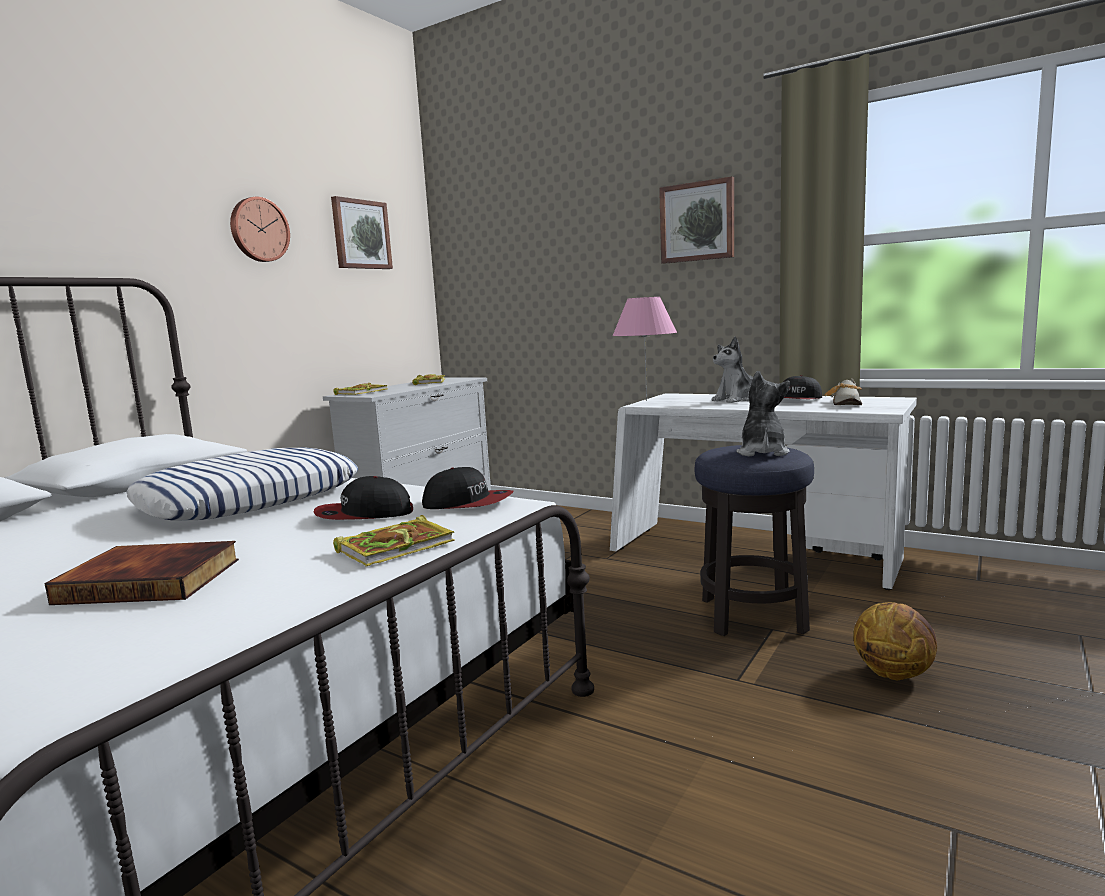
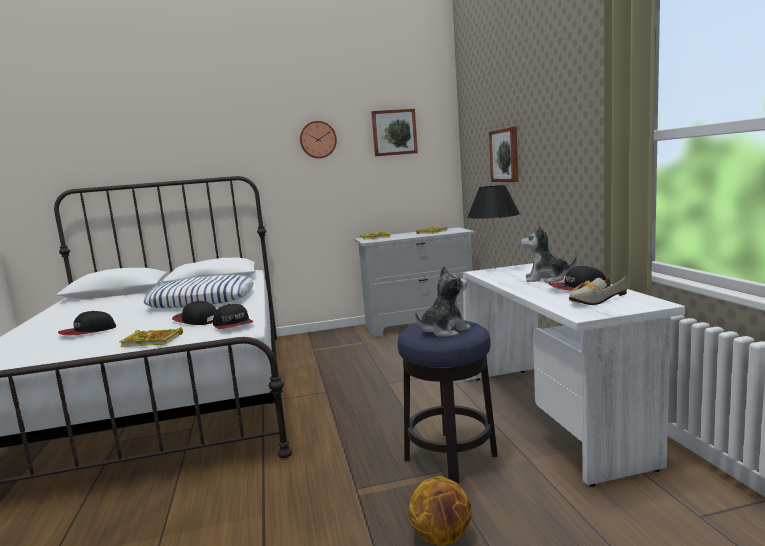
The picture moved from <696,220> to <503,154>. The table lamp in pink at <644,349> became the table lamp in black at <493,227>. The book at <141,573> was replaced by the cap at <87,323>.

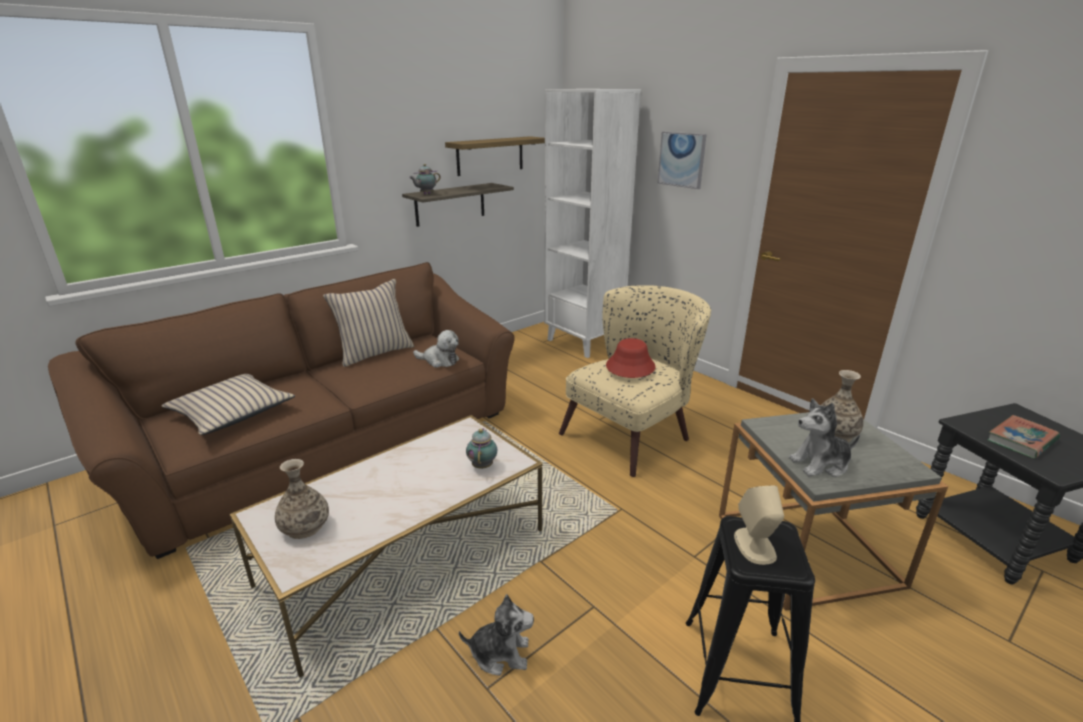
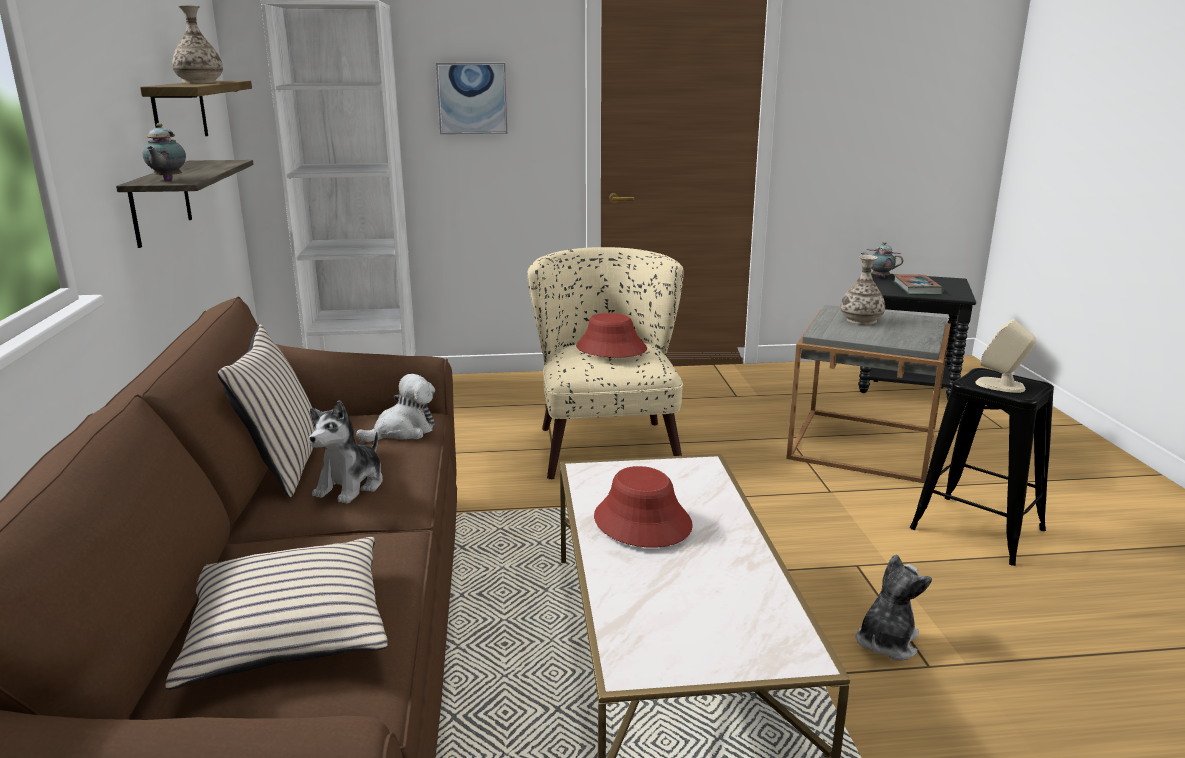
The plush toy moved from <824,438> to <346,452>. The teapot moved from <481,448> to <882,260>. The vase moved from <302,499> to <197,44>. The hat in red at <643,507> appeared.

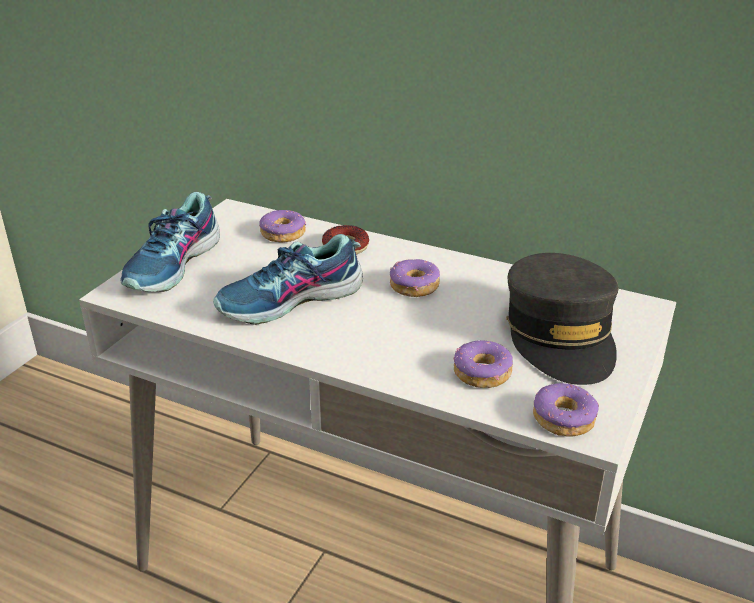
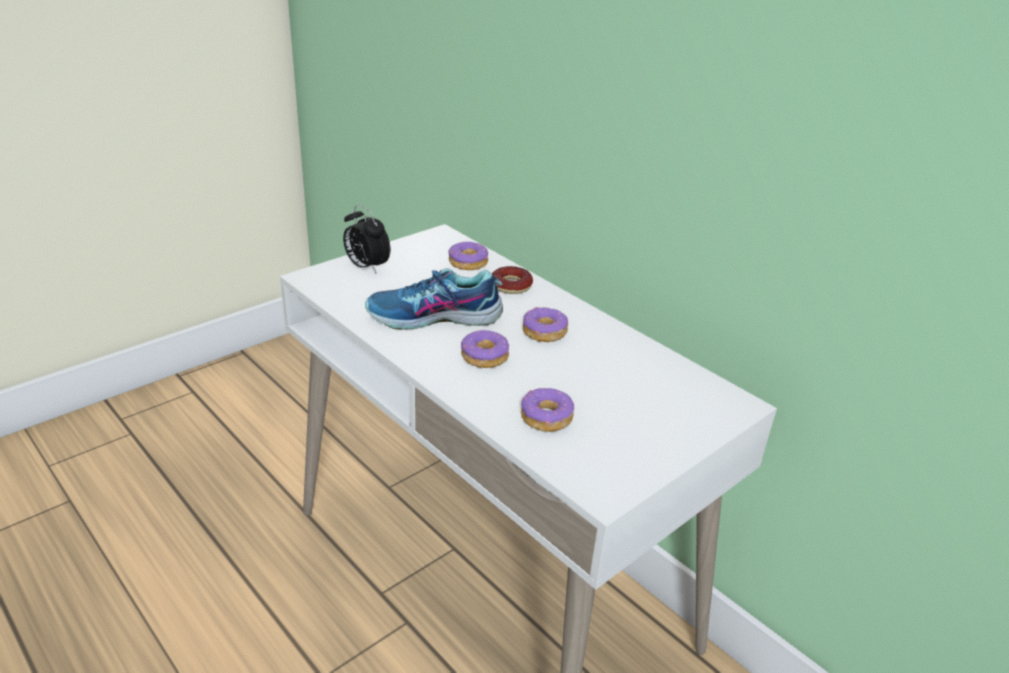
The shoe at <170,242> was replaced by the alarm clock at <367,239>. The cap in grey at <562,319> disappeared. The donut moved from <566,410> to <485,349>.

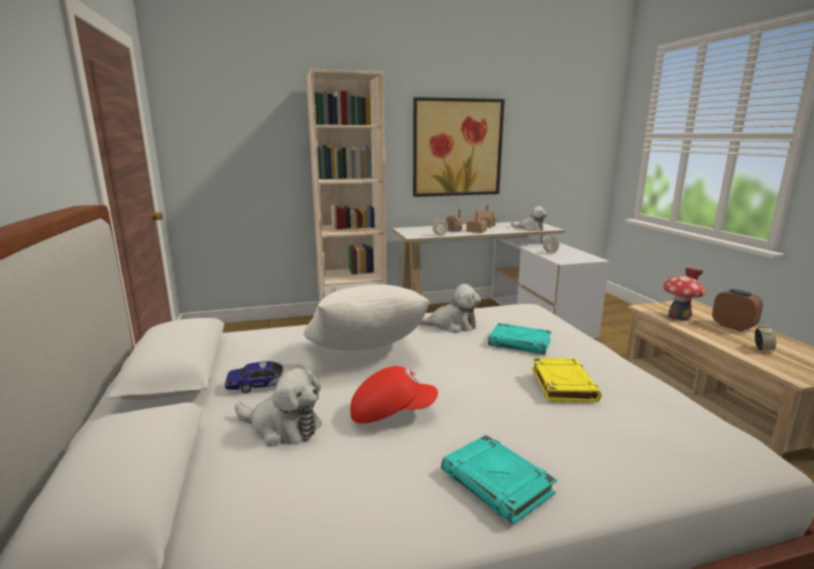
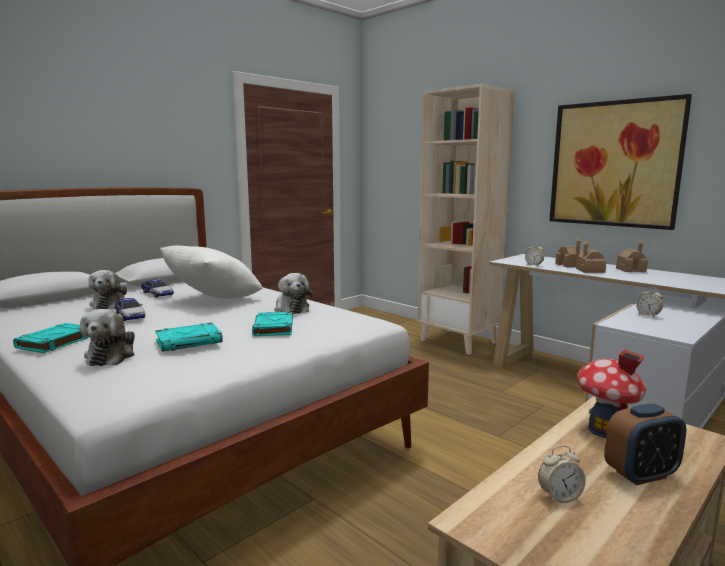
The plush toy moved from <529,218> to <107,337>. The alarm clock at <737,310> turned 45 degrees clockwise. The book in yellow at <566,380> became the book in turquoise at <189,337>. The cap in red at <394,394> was replaced by the toy car at <130,309>.

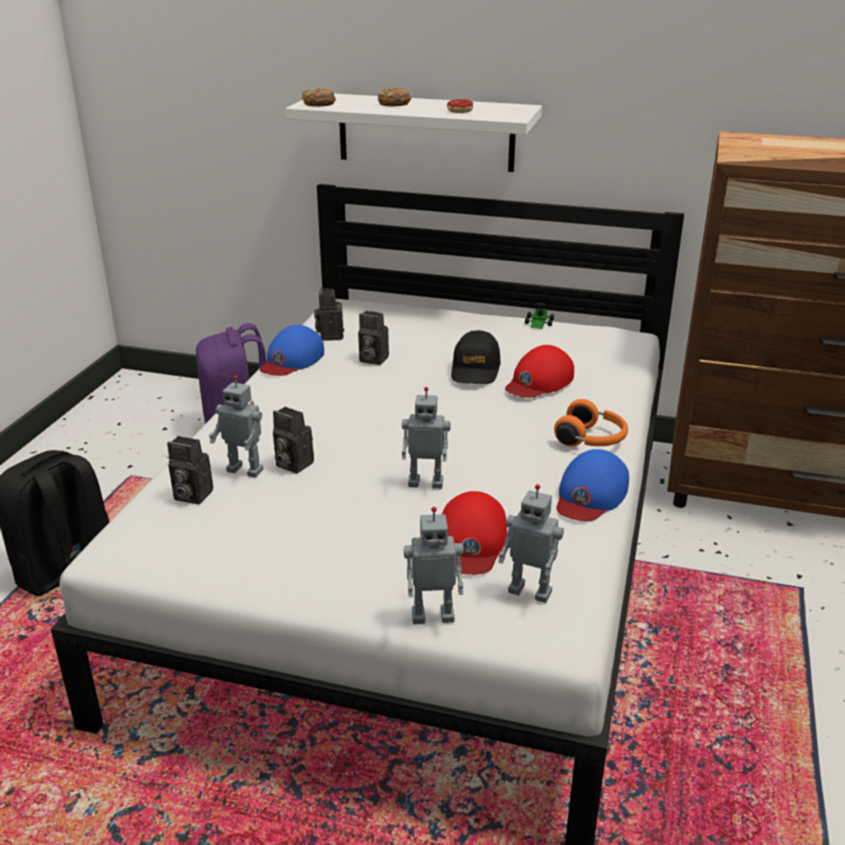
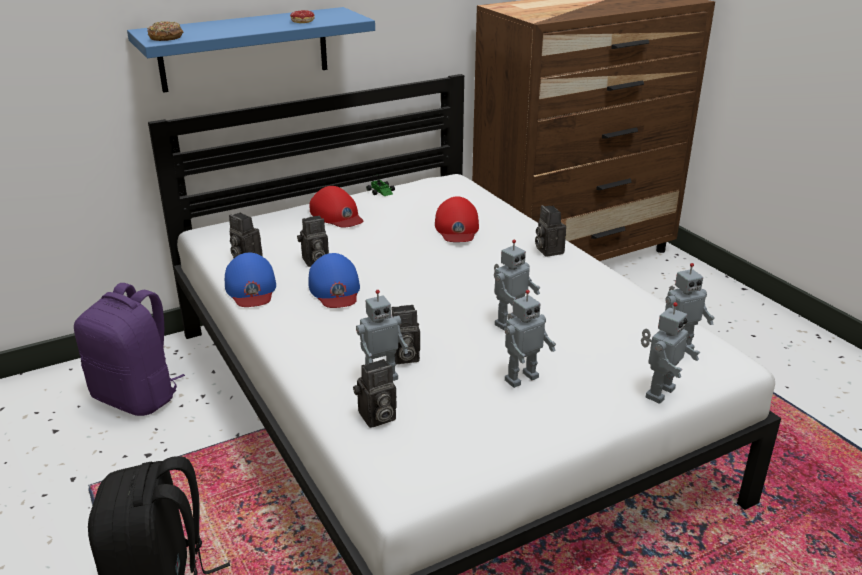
The donut at <394,96> disappeared. The shelf in white at <414,133> became the shelf in blue at <251,50>. The cap in black at <476,357> disappeared. The headphones in orange at <591,423> was replaced by the photo camera at <550,231>. The cap in blue moved from <592,485> to <334,280>. The cap in red moved from <474,533> to <336,207>. The toy robot at <530,339> appeared.

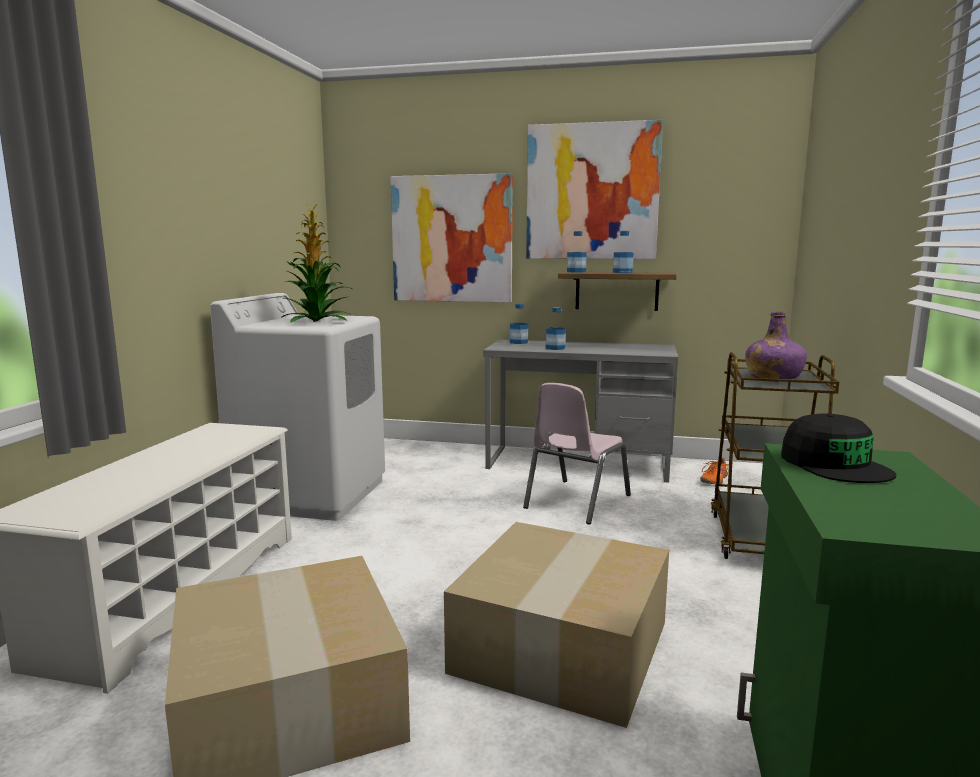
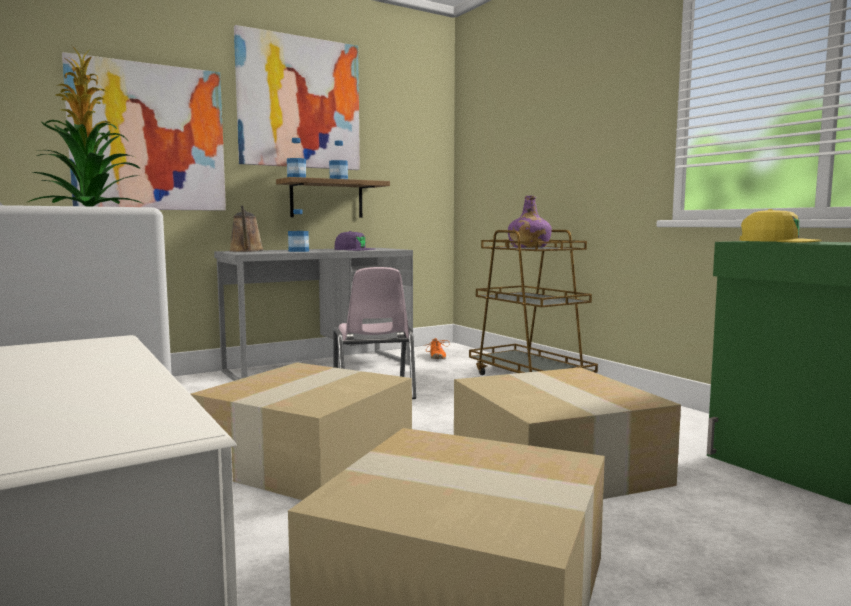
The bottle at <519,323> was replaced by the watering can in brown at <246,229>. The cap in black at <838,448> became the cap in yellow at <781,226>. The cap in purple at <354,241> appeared. The cardboard box at <301,431> appeared.

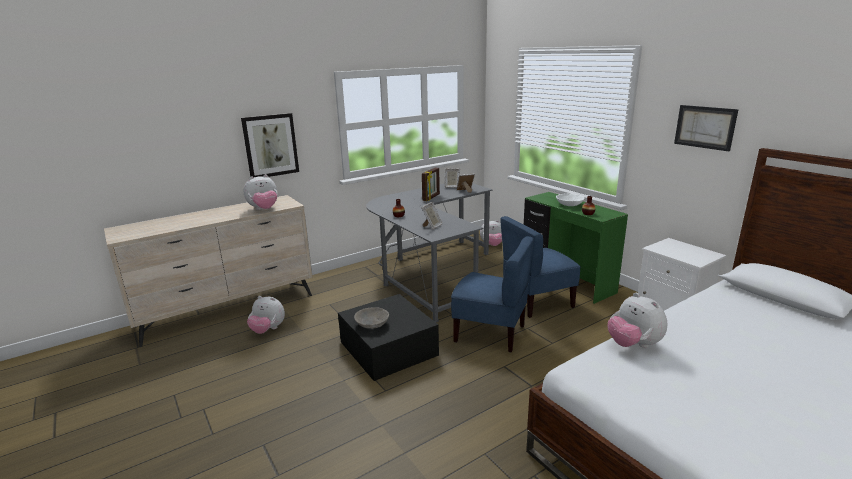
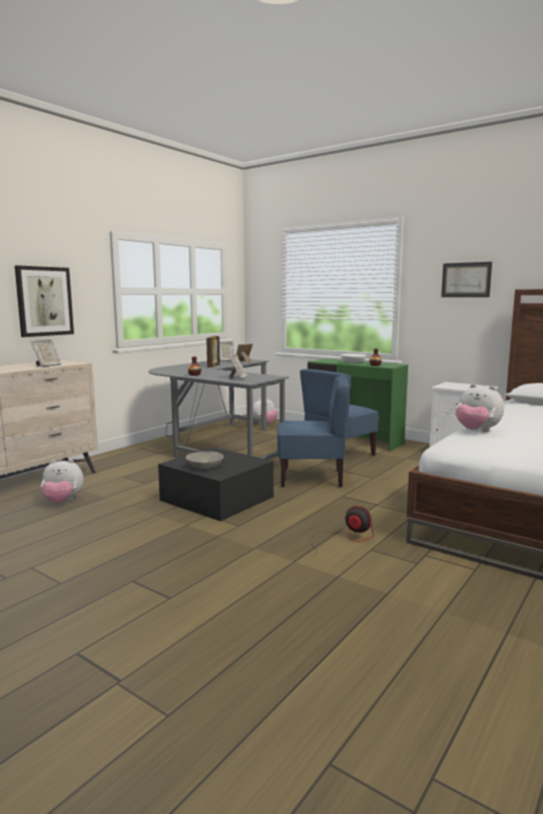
The plush toy at <260,192> was replaced by the picture frame at <46,353>. The fan at <342,531> appeared.

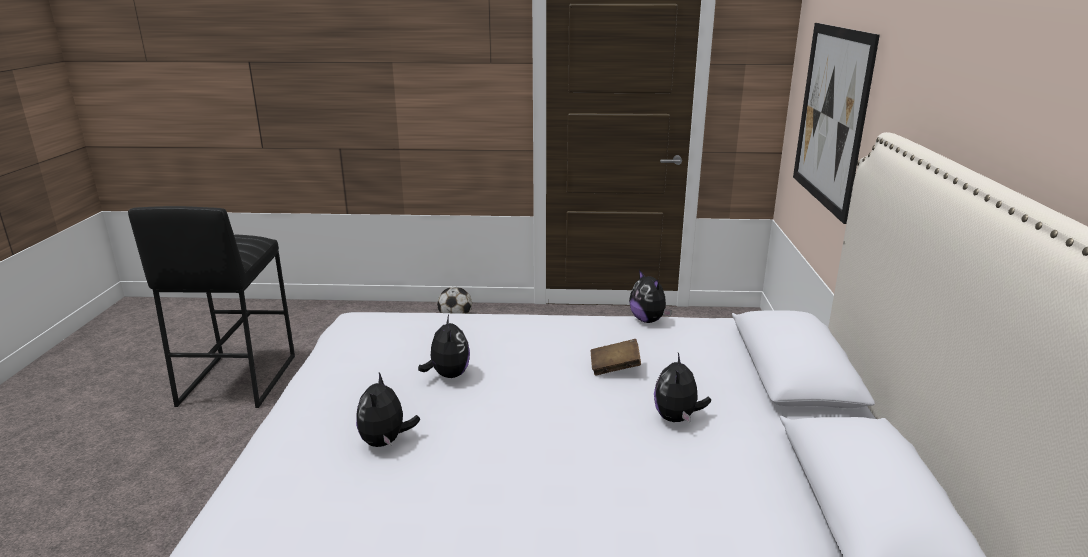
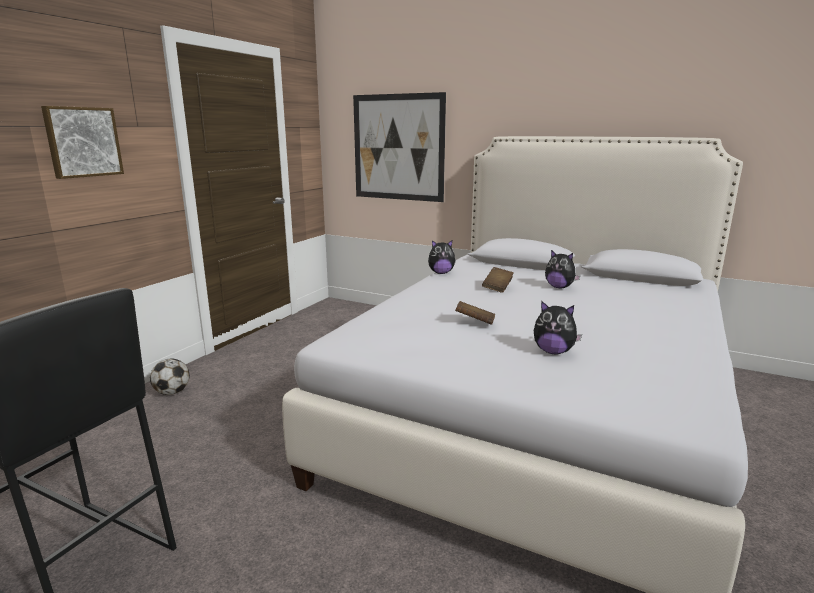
The plush toy at <444,346> was replaced by the book in brown at <475,313>. The picture at <82,142> appeared.

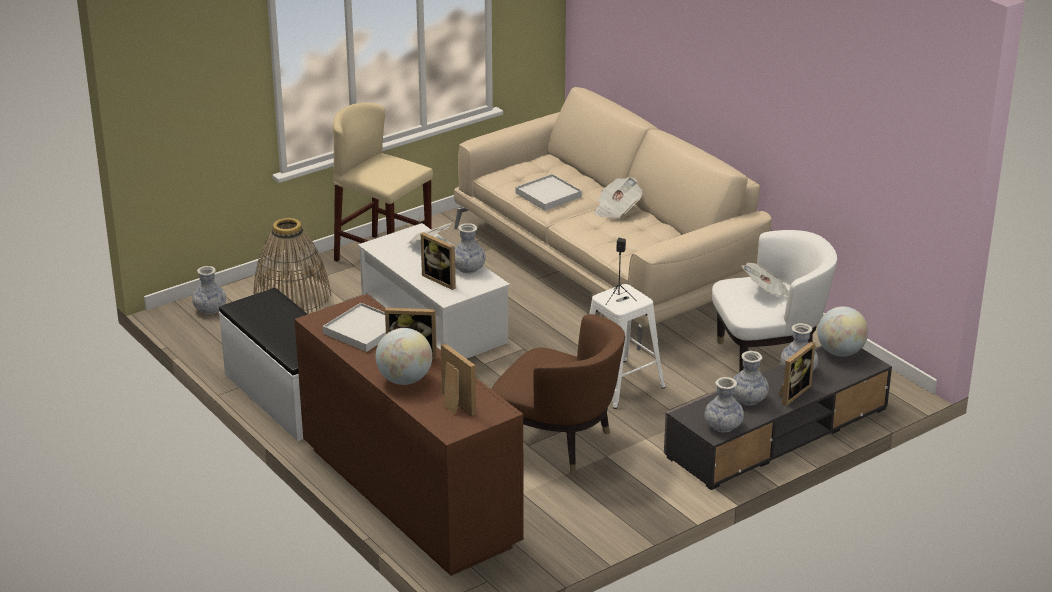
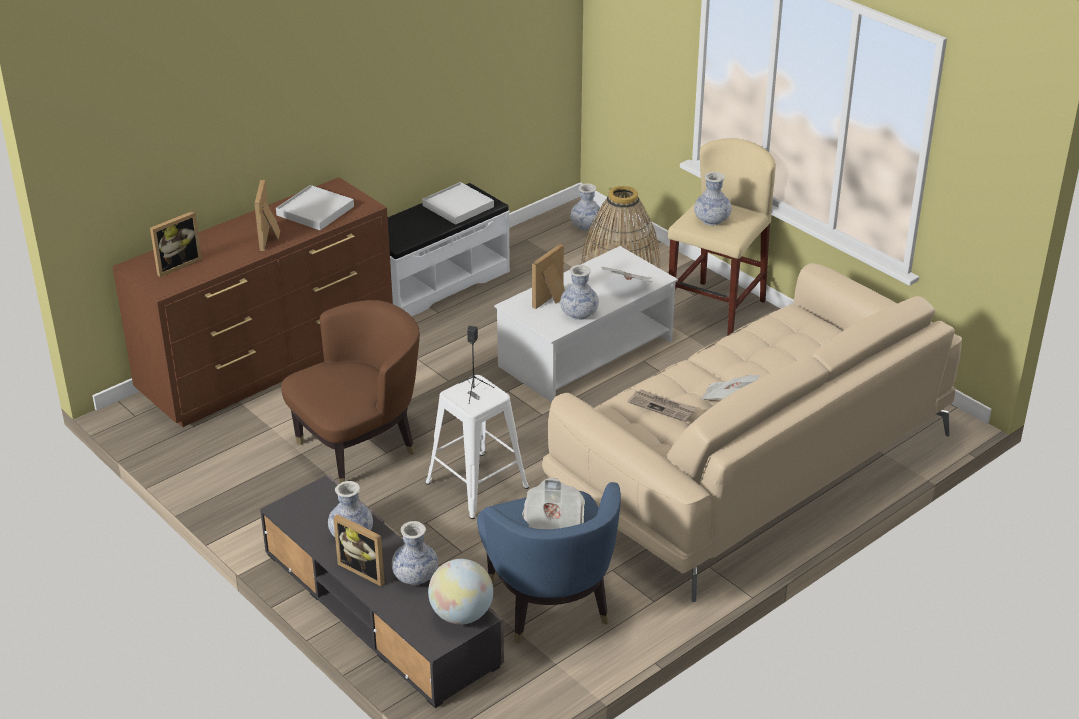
The tray in white moved from <549,192> to <458,203>. The armchair in white at <774,301> became the armchair in blue at <549,563>. The armchair in brown at <558,393> turned 150 degrees counterclockwise. The globe at <404,356> disappeared. The vase moved from <724,405> to <712,199>. The newspaper at <662,405> appeared.

